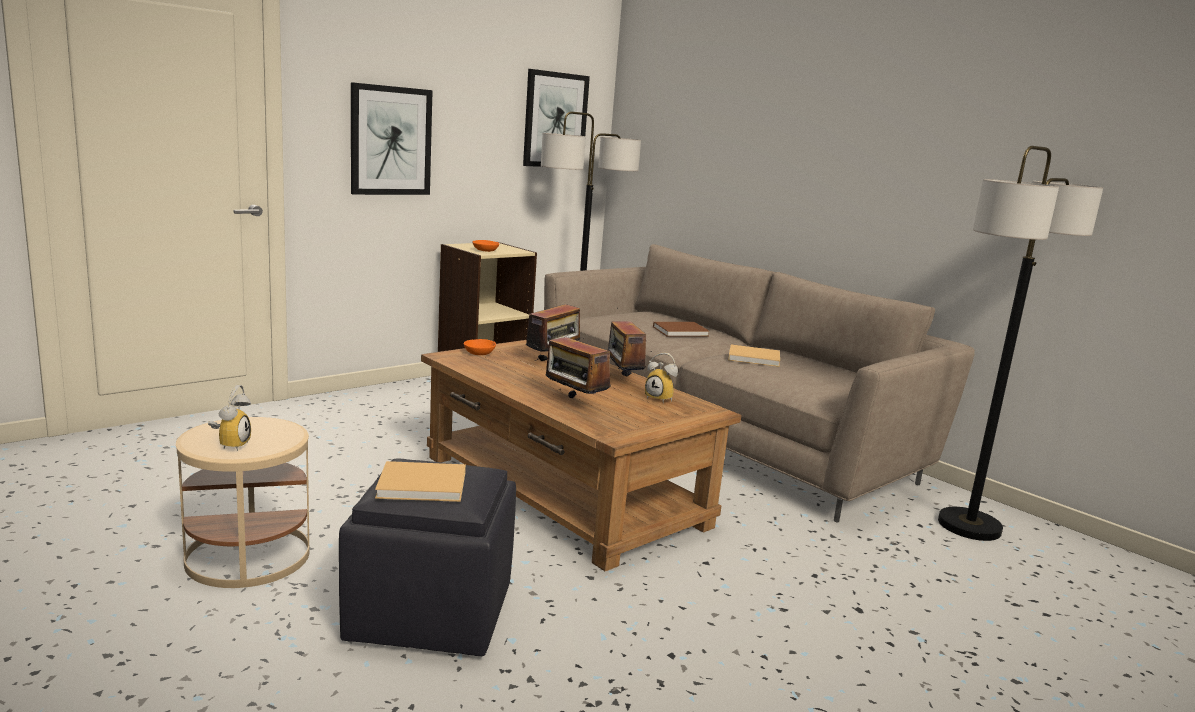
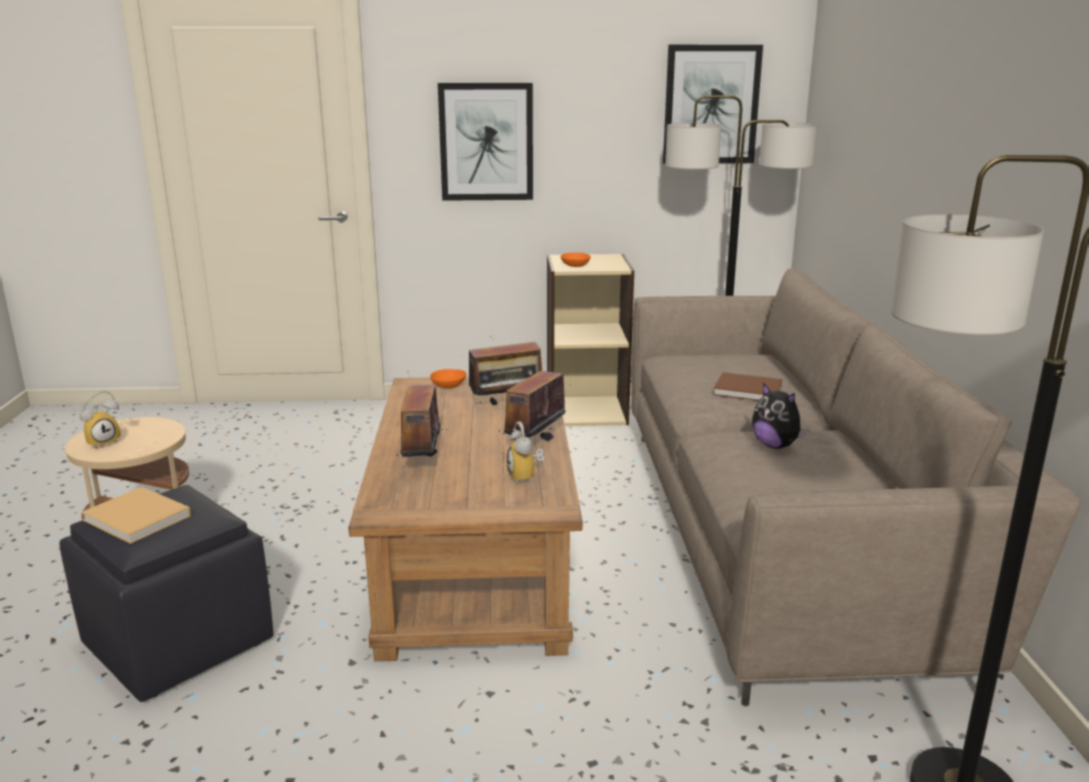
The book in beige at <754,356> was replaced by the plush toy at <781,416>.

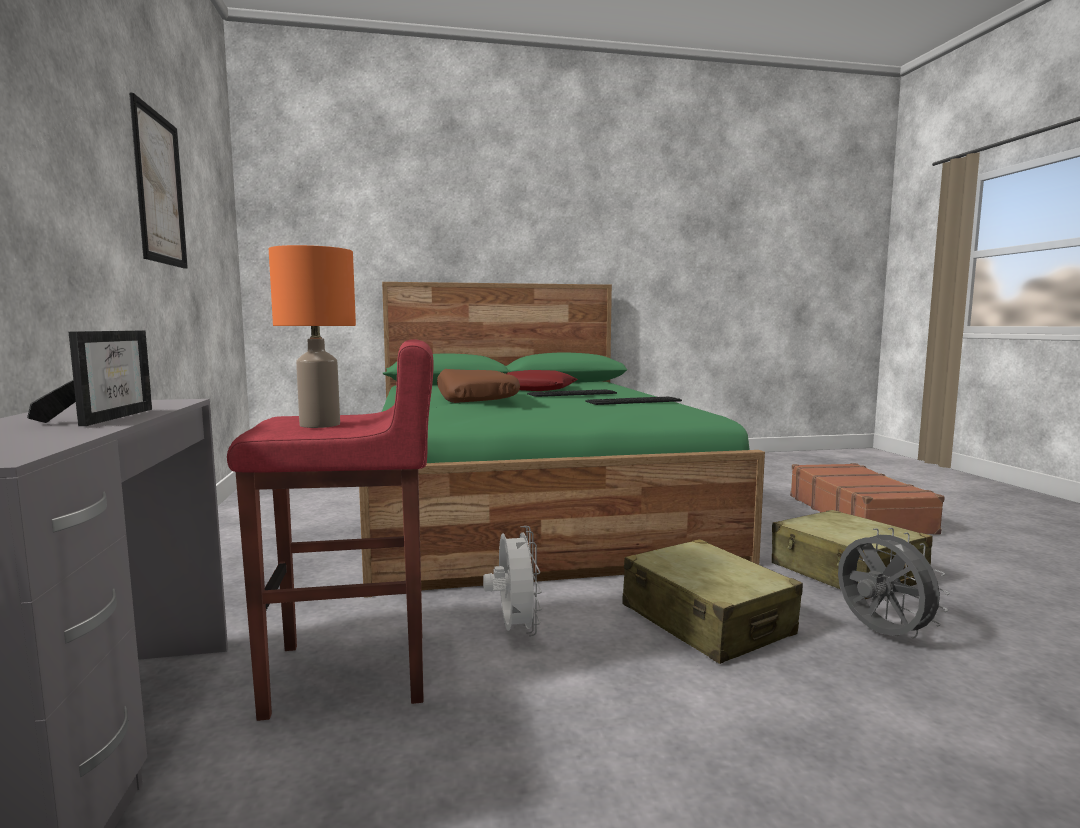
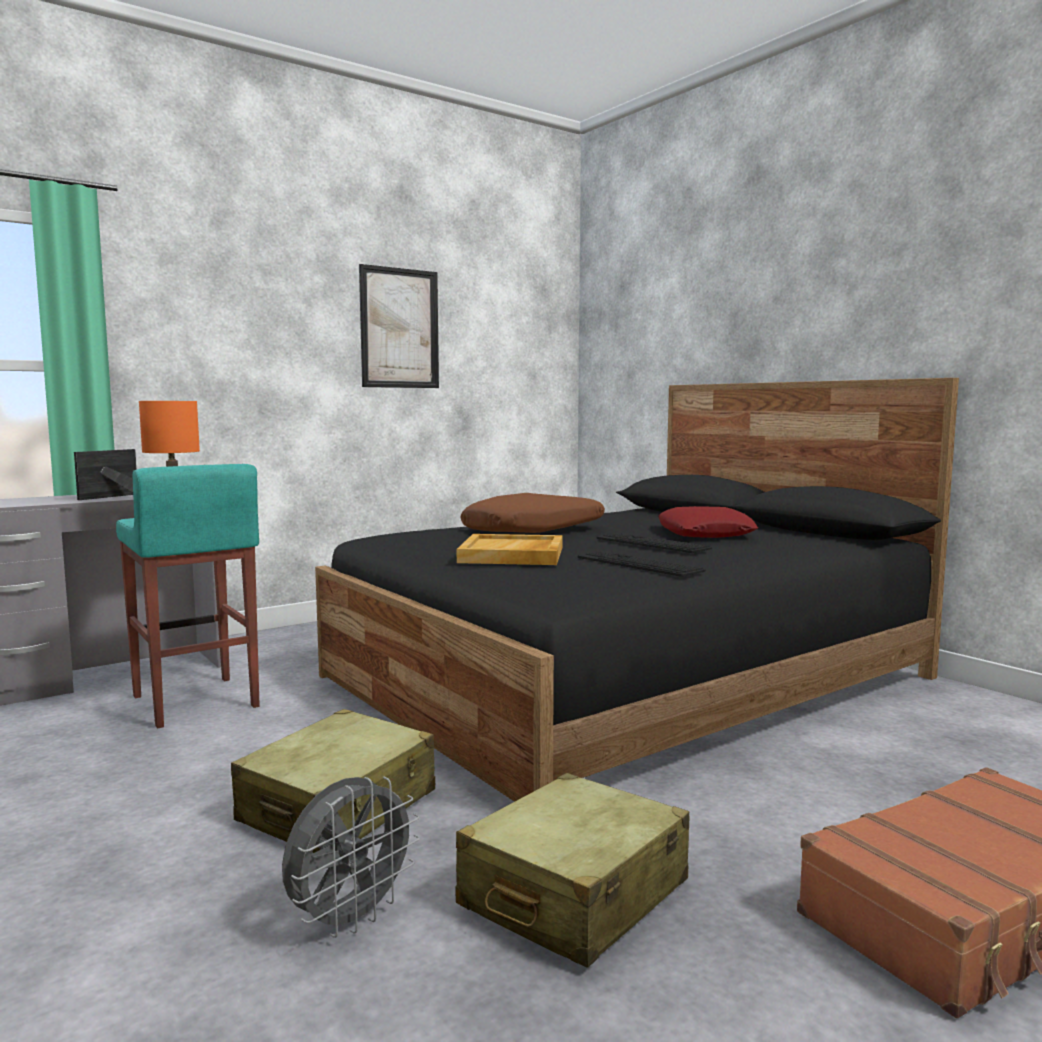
The bed in green at <562,440> became the bed in black at <637,590>. The picture frame at <89,378> turned 150 degrees clockwise. The stool in red at <330,530> became the stool in turquoise at <188,596>. The fan in white at <512,581> disappeared. The tray in beige at <509,549> appeared.

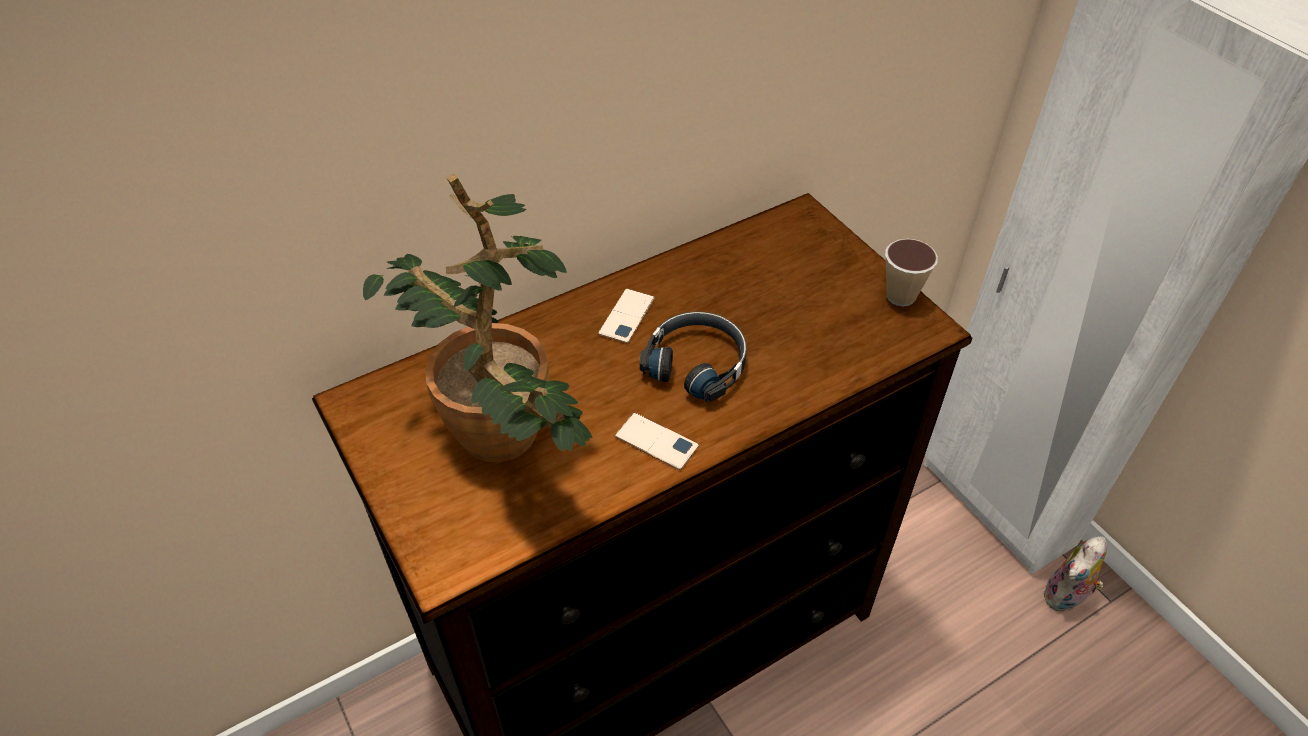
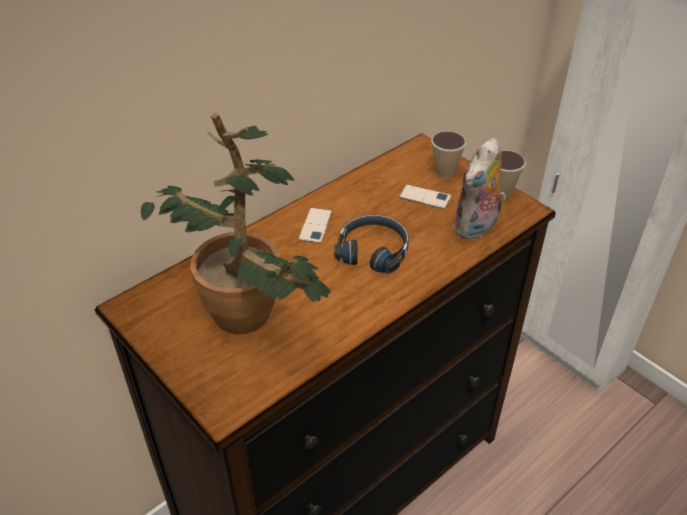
The phone moved from <657,441> to <425,196>. The plush toy moved from <1074,574> to <479,189>. The cup at <448,154> appeared.

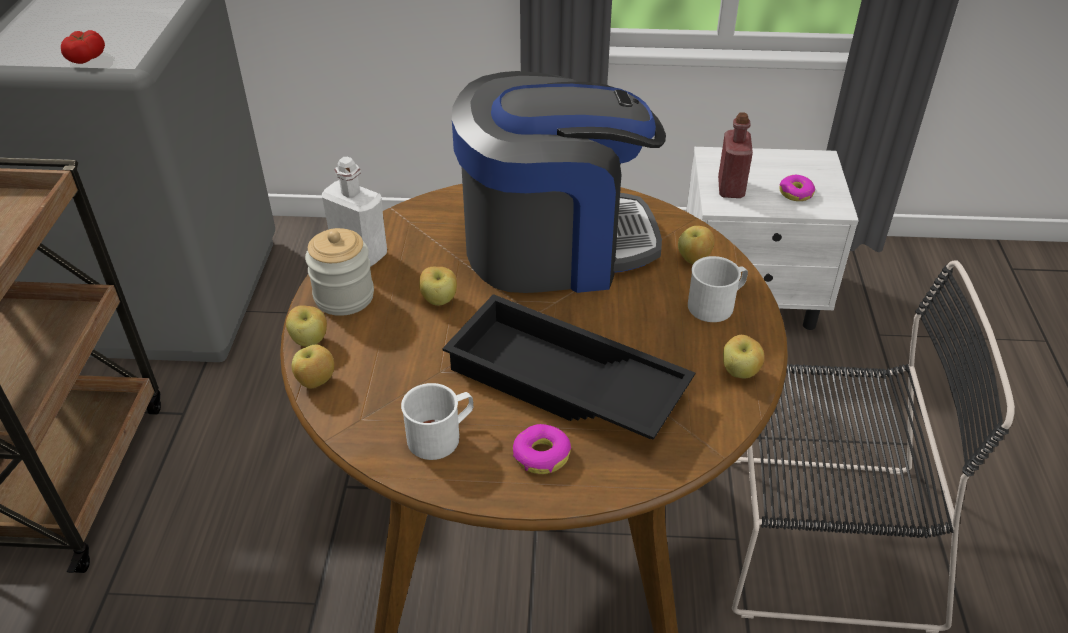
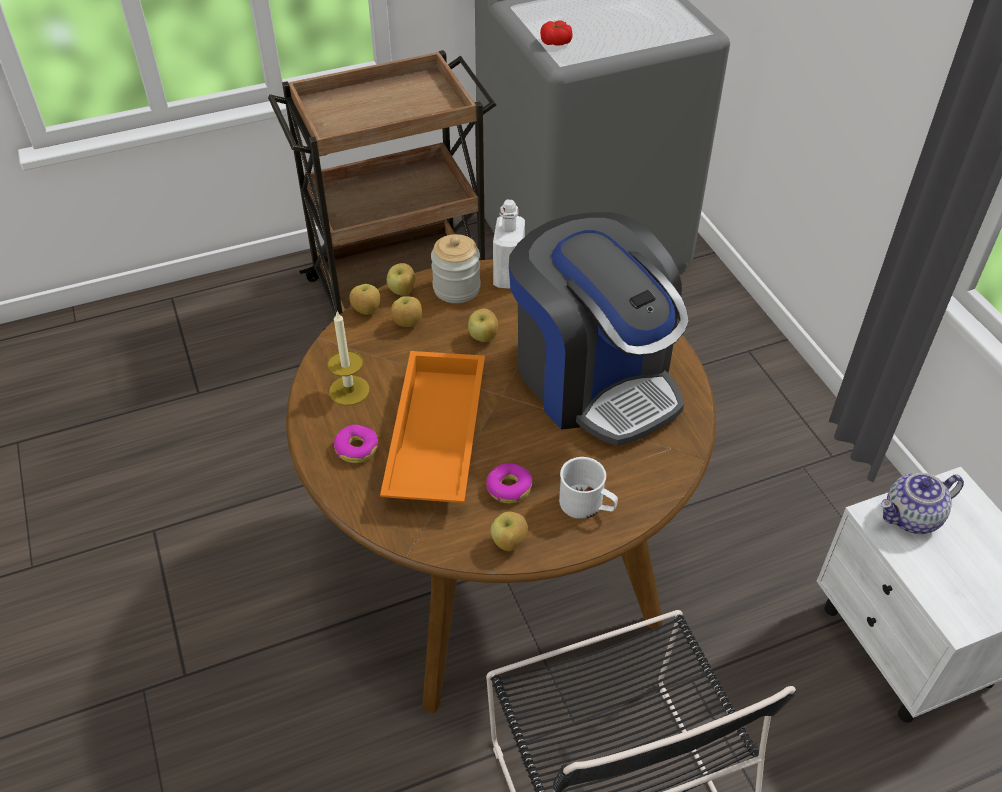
The bottle in red at <735,155> was replaced by the teapot at <922,503>. The donut moved from <797,188> to <509,483>. The apple moved from <696,245> to <406,311>. The tray in black at <568,367> became the tray in orange at <432,427>. The mug in white at <437,421> was replaced by the candle at <348,358>.

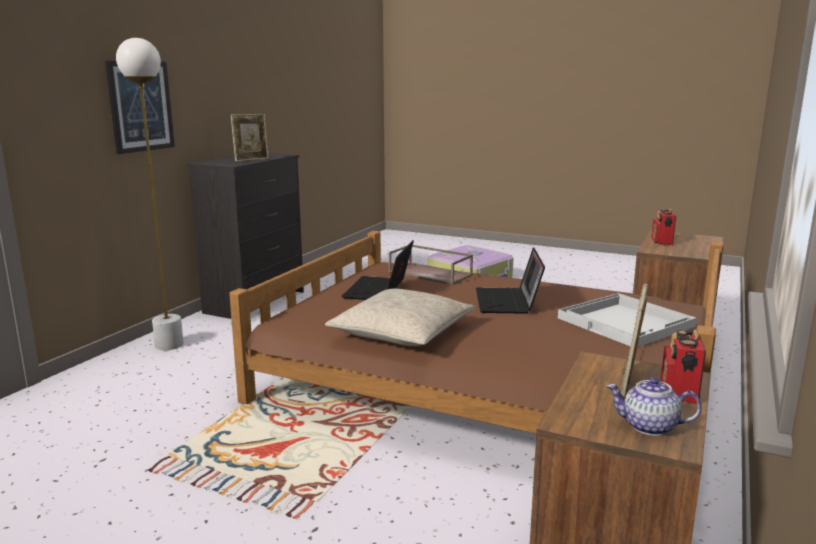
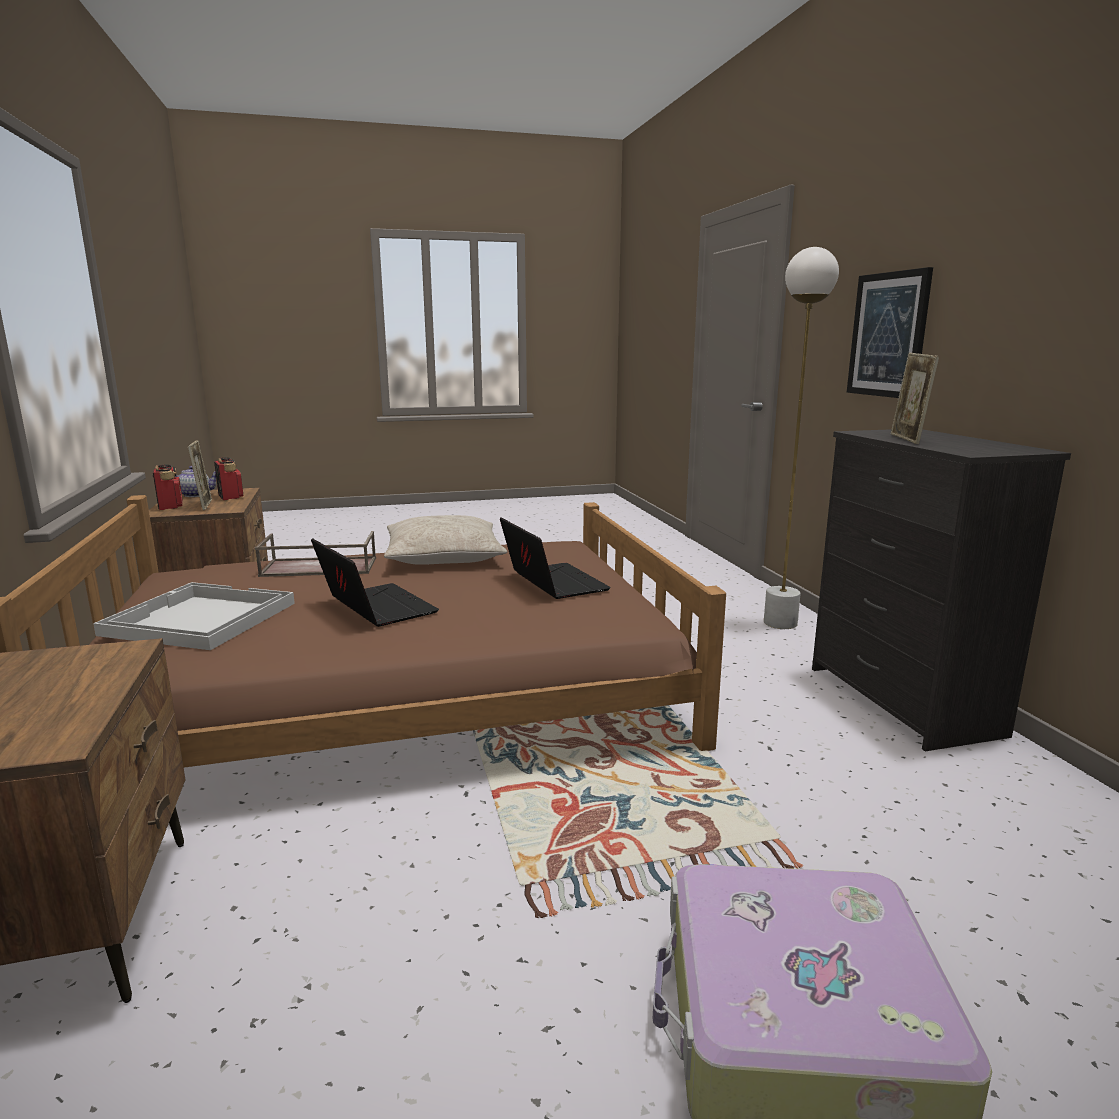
The radio moved from <663,226> to <228,478>. The tray in brown moved from <431,265> to <315,554>.

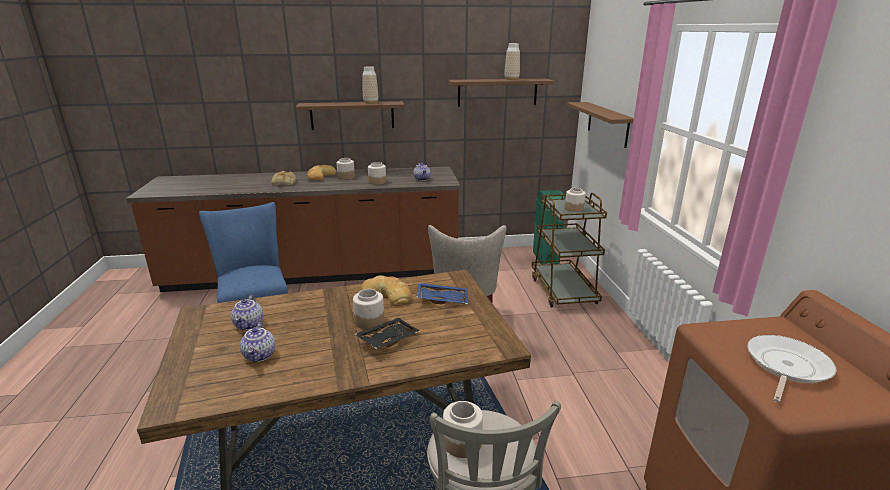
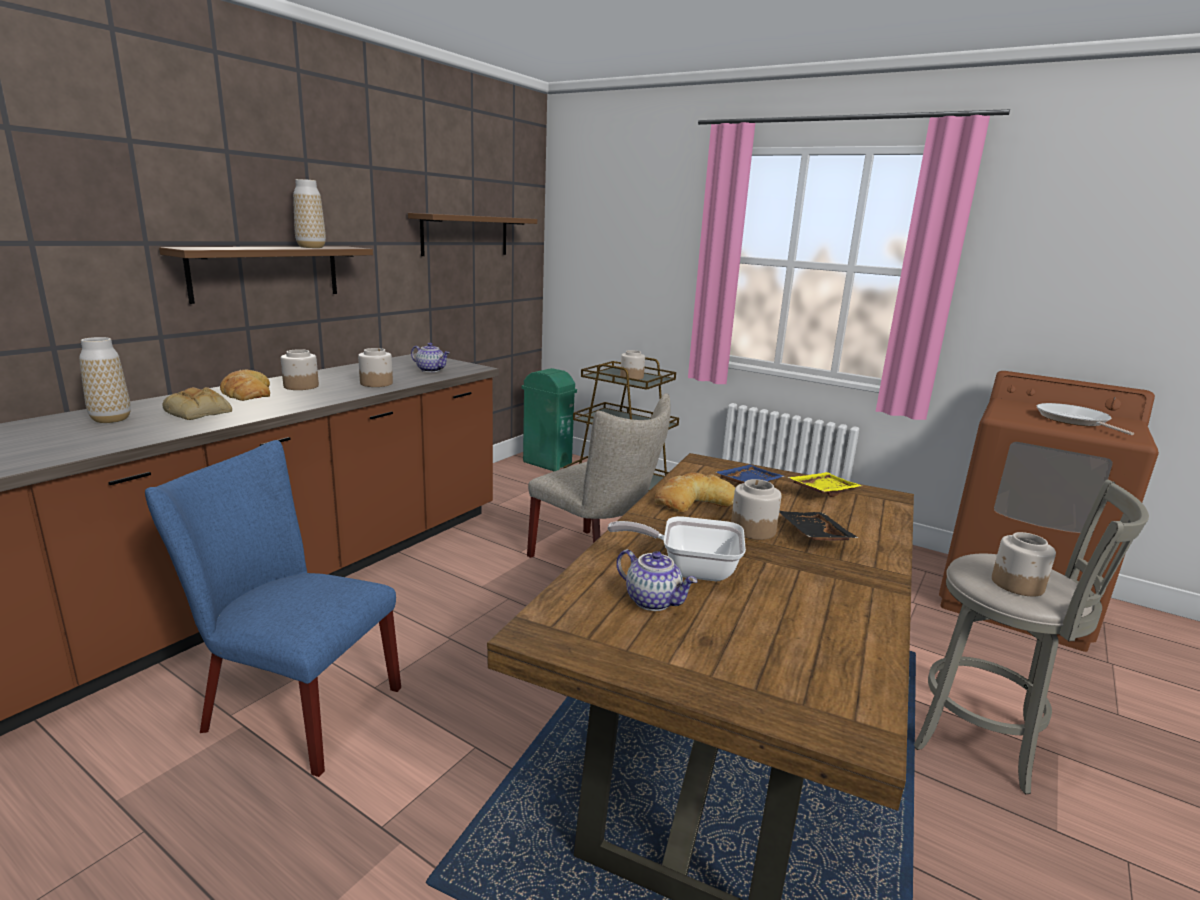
The vase moved from <512,61> to <105,380>. The shelf in brown at <600,125> disappeared. The teapot at <257,342> disappeared. The tray in yellow at <825,484> appeared. The frying pan at <677,548> appeared.

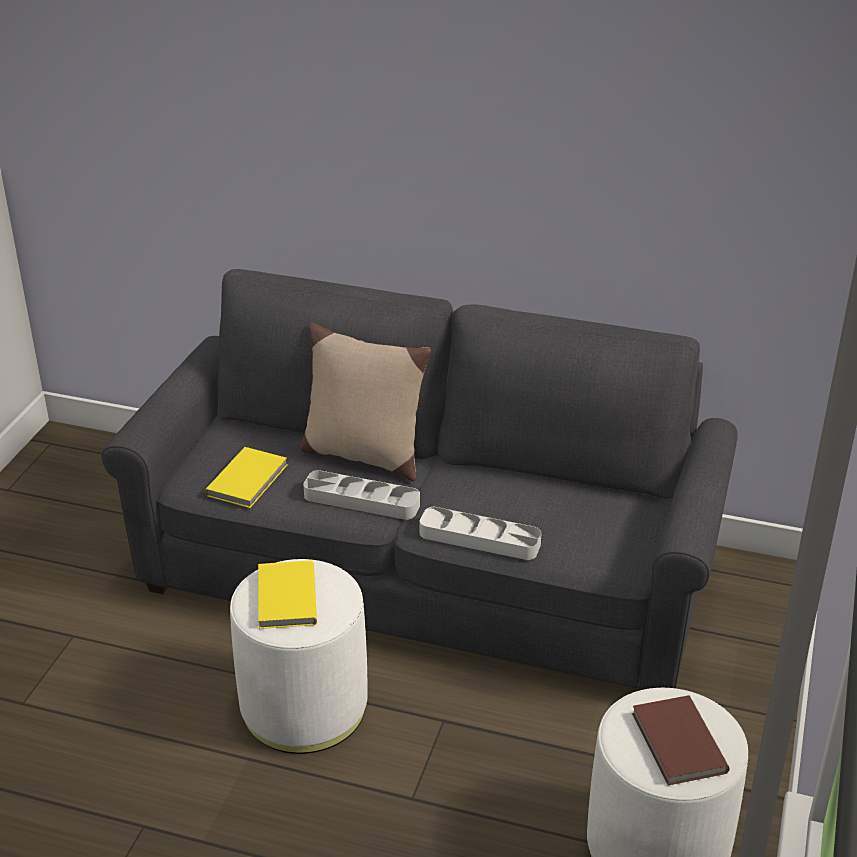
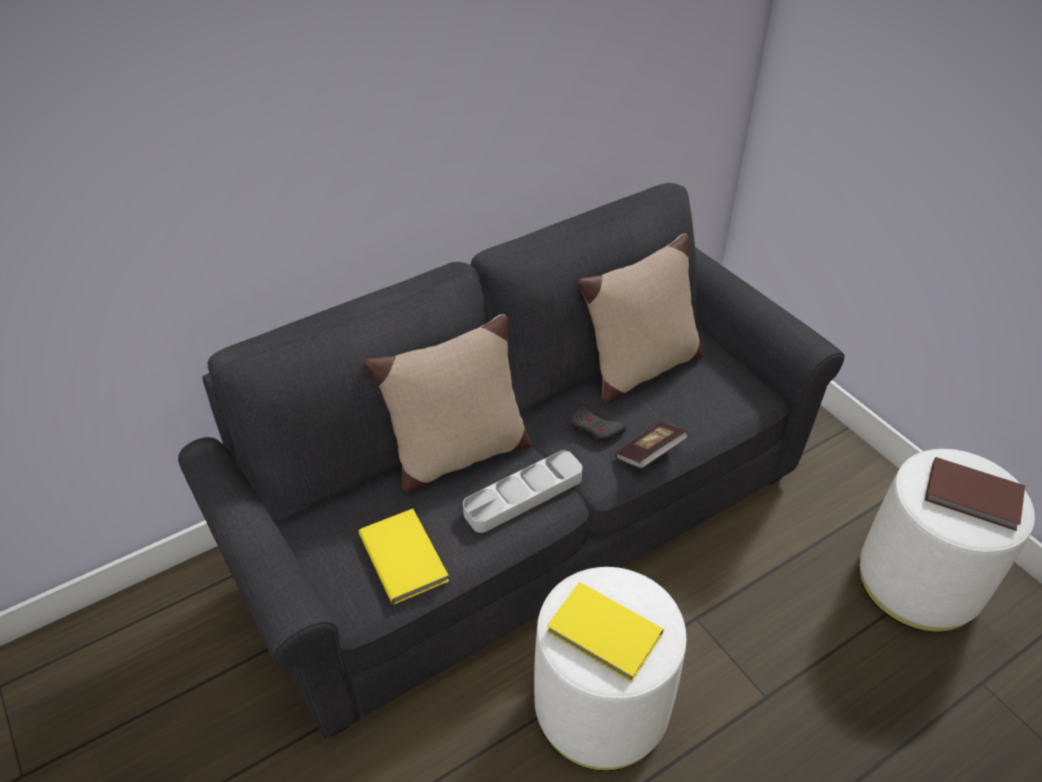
The tray in grey at <480,533> was replaced by the book at <652,445>. The pillow in beige at <641,318> appeared. The game controller in grey at <598,423> appeared.

